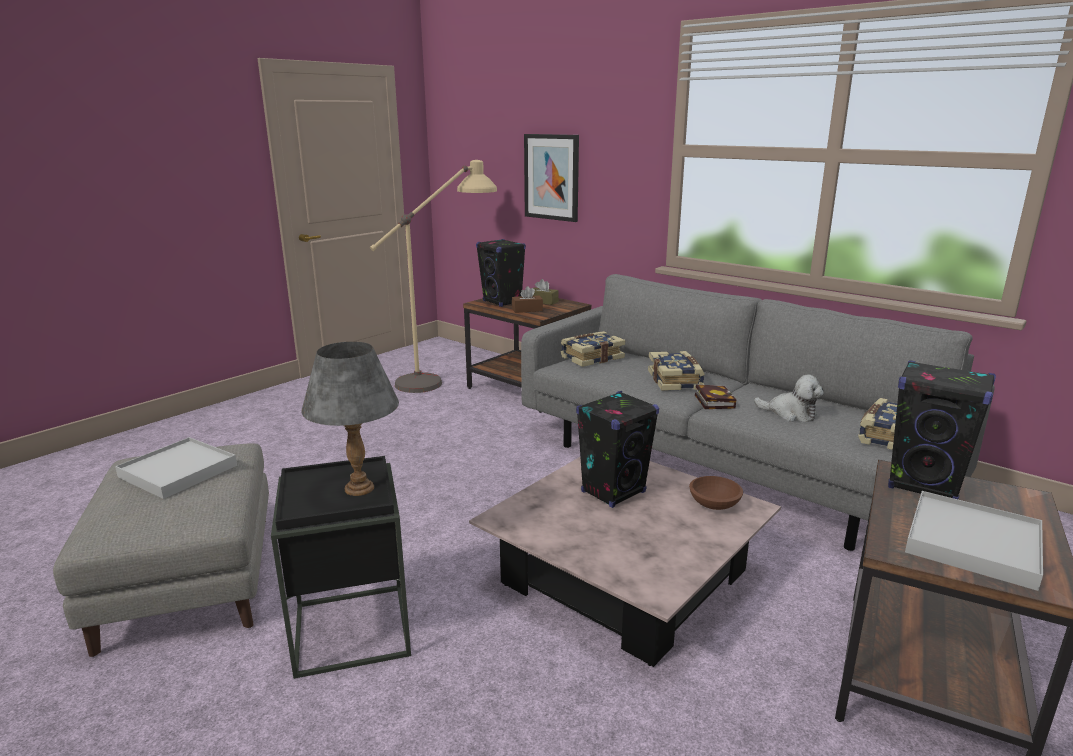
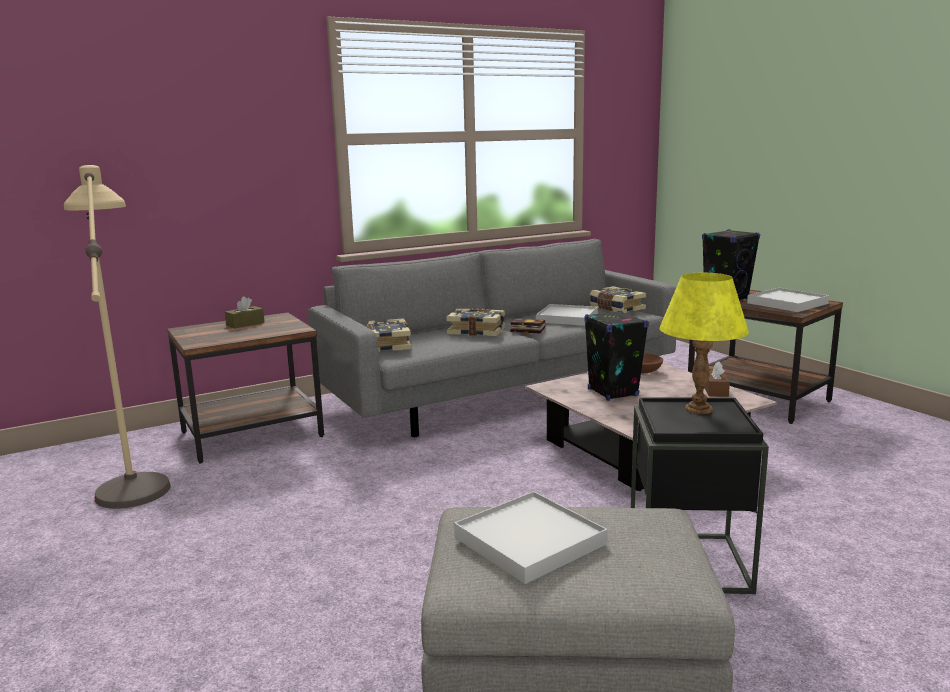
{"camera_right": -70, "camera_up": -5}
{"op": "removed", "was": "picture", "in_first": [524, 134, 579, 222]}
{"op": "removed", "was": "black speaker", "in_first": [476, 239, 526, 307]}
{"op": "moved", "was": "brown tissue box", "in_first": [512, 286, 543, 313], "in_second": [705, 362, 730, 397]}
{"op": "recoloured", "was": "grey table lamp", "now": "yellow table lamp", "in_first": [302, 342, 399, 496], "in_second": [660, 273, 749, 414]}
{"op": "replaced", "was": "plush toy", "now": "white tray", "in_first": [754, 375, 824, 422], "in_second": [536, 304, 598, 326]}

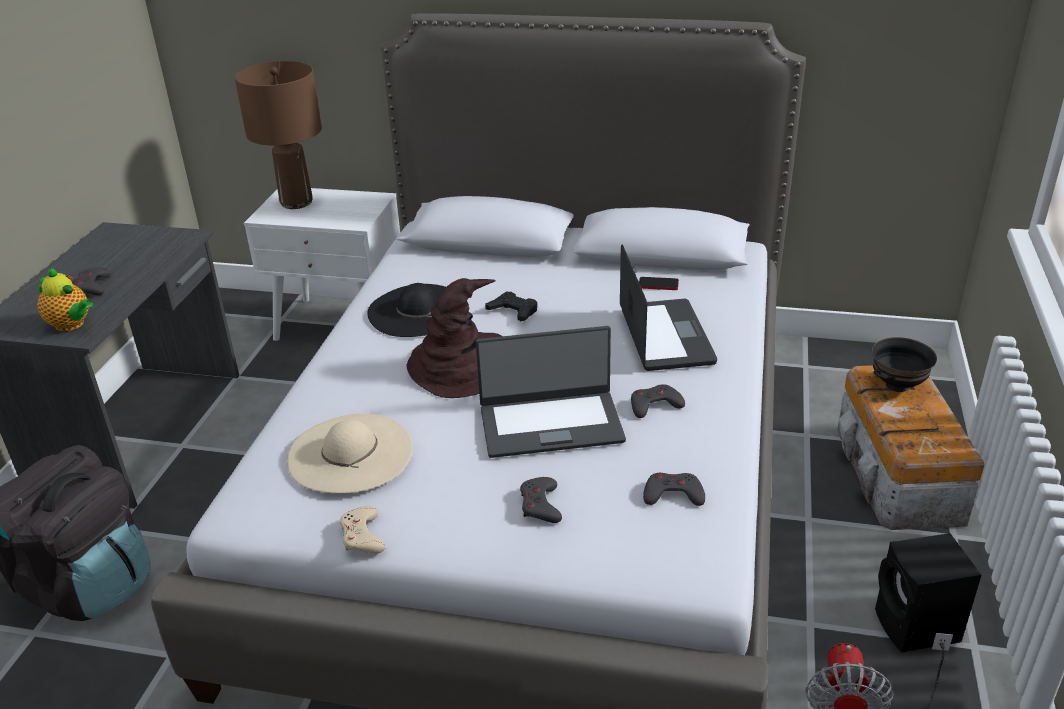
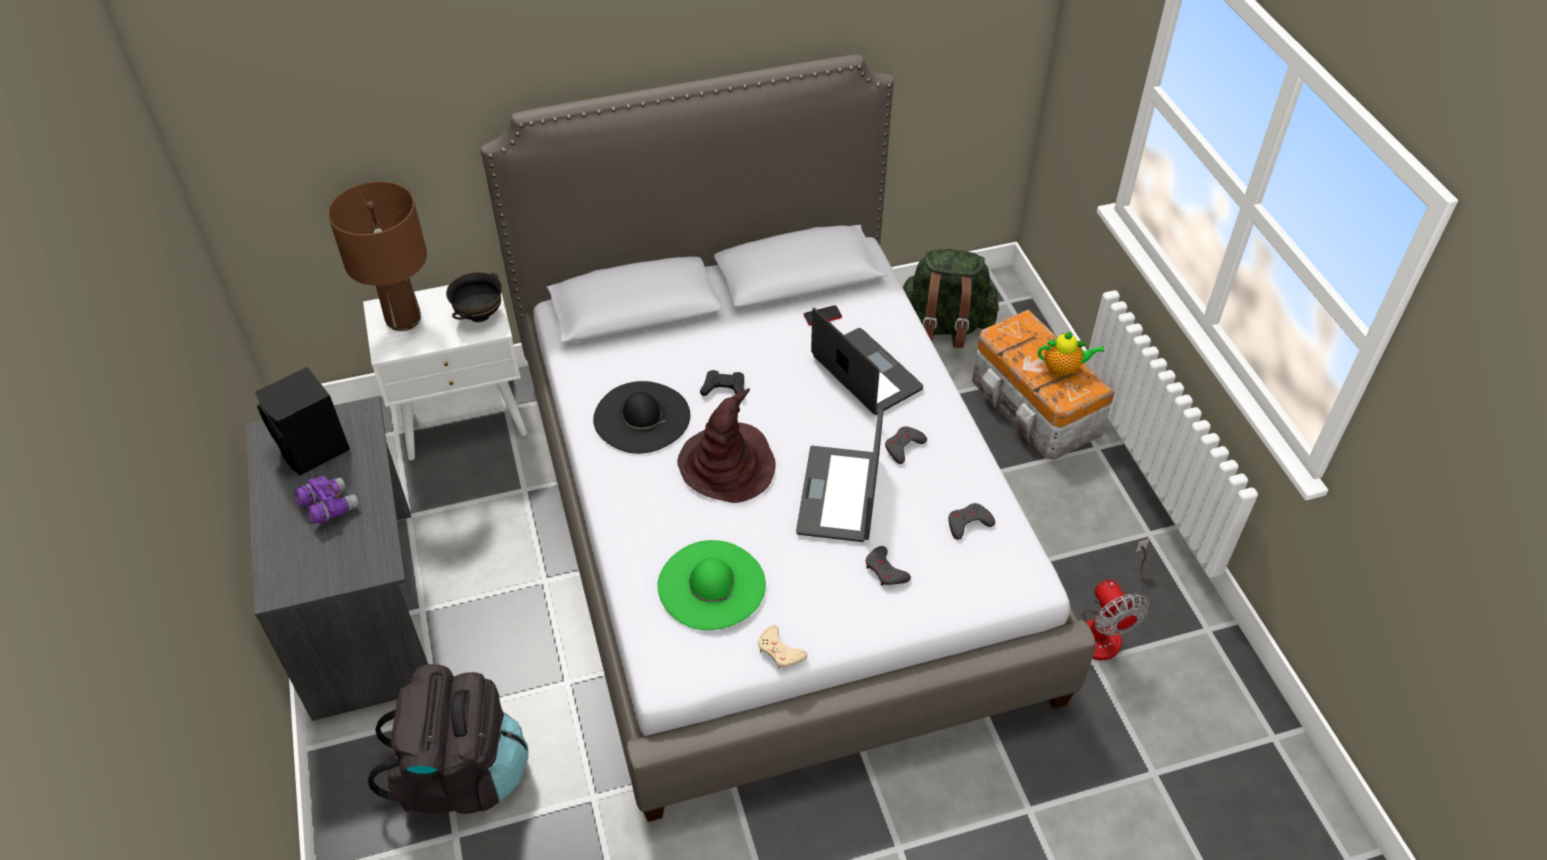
{"camera_right": -30, "camera_up": 15}
{"op": "moved", "was": "teapot", "in_first": [37, 267, 94, 331], "in_second": [1038, 331, 1105, 377]}
{"op": "replaced", "was": "grey game controller", "now": "purple binoculars", "in_first": [74, 267, 111, 295], "in_second": [294, 476, 359, 524]}
{"op": "turned", "was": "laptop", "in_first": [476, 326, 626, 458], "in_second": [796, 409, 883, 542], "clockwise": 135}
{"op": "moved", "was": "black bowl", "in_first": [872, 337, 937, 392], "in_second": [446, 272, 502, 322]}
{"op": "recoloured", "was": "beige hat", "now": "green hat", "in_first": [287, 413, 412, 493], "in_second": [658, 540, 766, 630]}
{"op": "moved", "was": "black speaker", "in_first": [875, 533, 981, 652], "in_second": [255, 367, 350, 476]}
{"op": "added", "now": "green backpack", "in_second": [903, 249, 999, 348]}

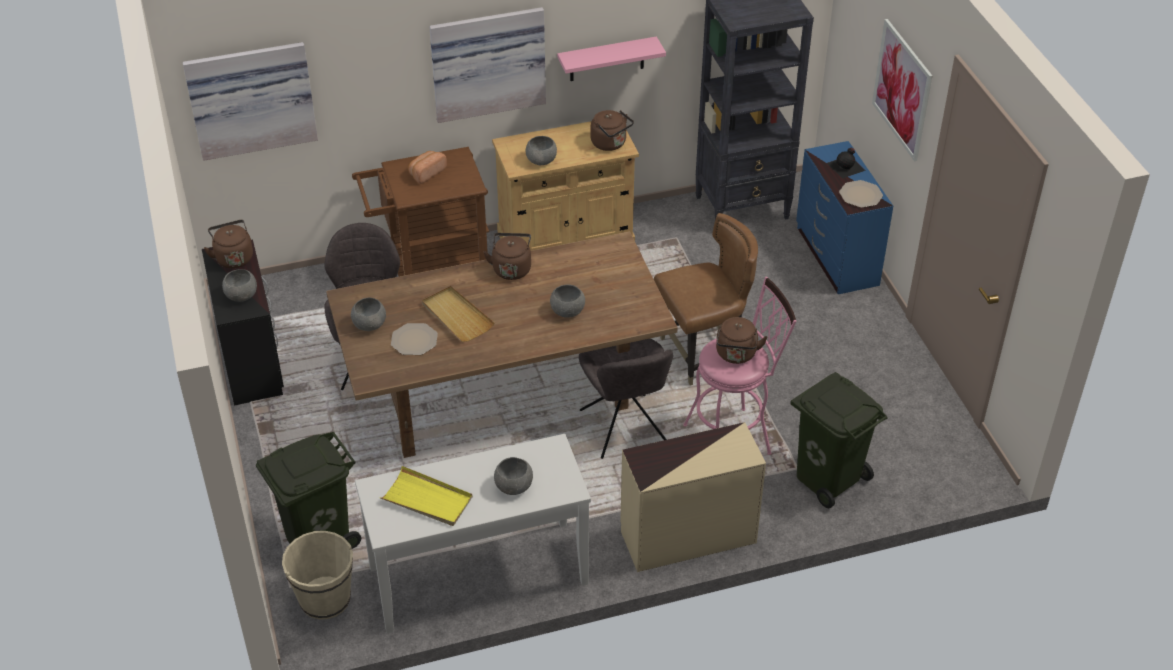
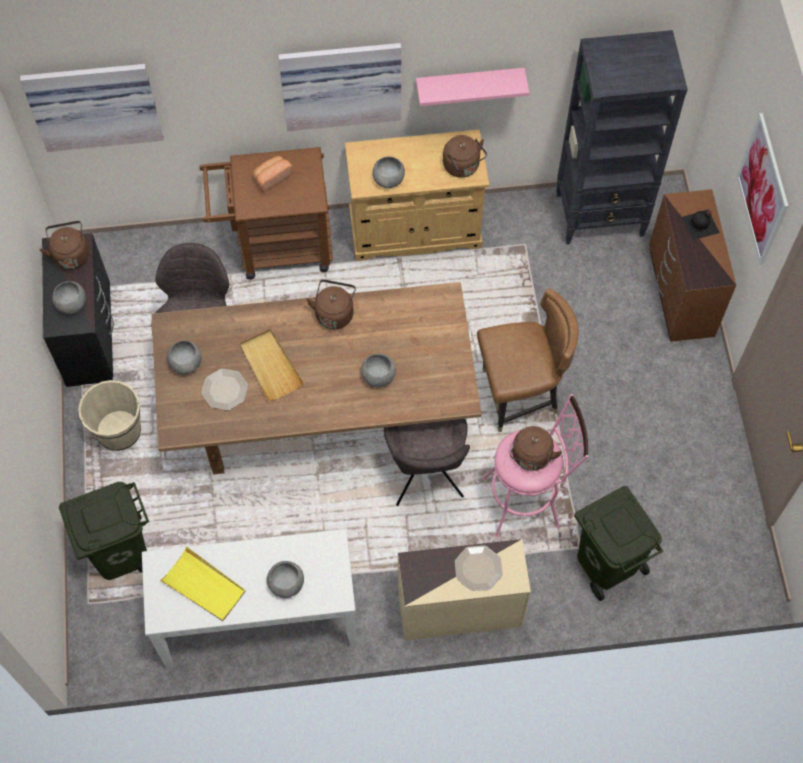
{"camera_right": 10, "camera_up": 20}
{"op": "recoloured", "was": "blue dresser", "now": "brown dresser", "in_first": [796, 141, 893, 294], "in_second": [649, 189, 736, 342]}
{"op": "moved", "was": "plate", "in_first": [839, 180, 883, 208], "in_second": [455, 545, 503, 591]}
{"op": "moved", "was": "beige bucket", "in_first": [282, 531, 353, 620], "in_second": [78, 380, 141, 451]}

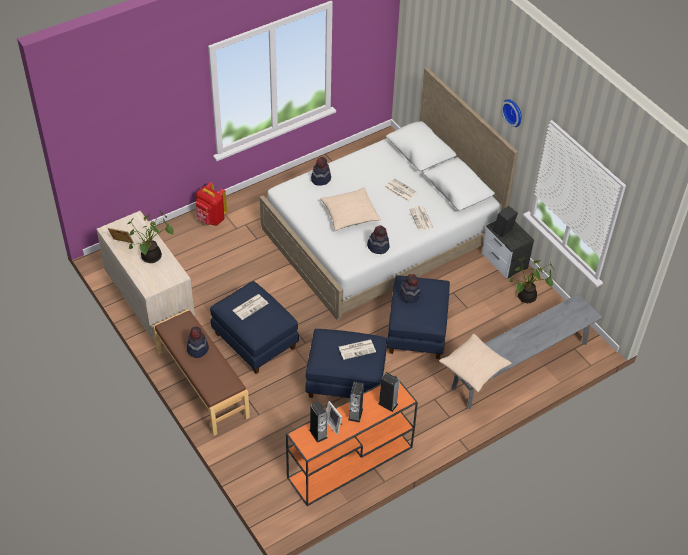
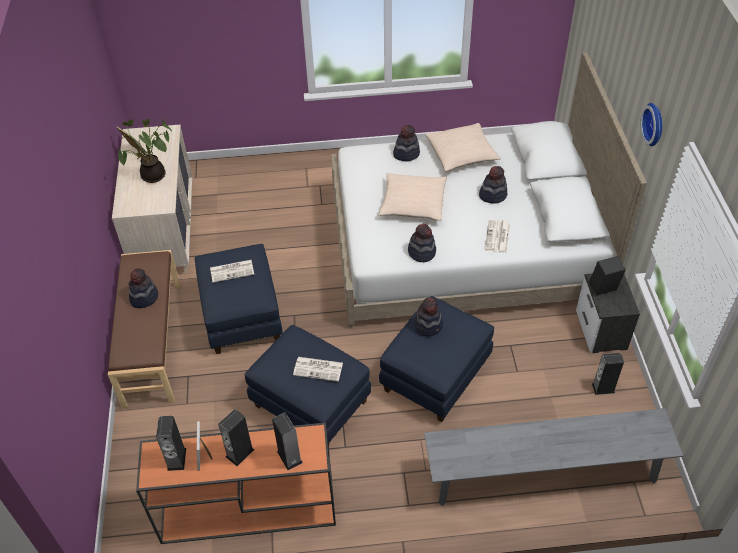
{"camera_right": 30, "camera_up": 0}
{"op": "replaced", "was": "newspaper", "now": "hat", "in_first": [384, 178, 418, 202], "in_second": [479, 166, 507, 204]}
{"op": "removed", "was": "red backpack", "in_first": [196, 182, 227, 226]}
{"op": "replaced", "was": "potted plant", "now": "speaker", "in_first": [509, 257, 554, 303], "in_second": [592, 353, 624, 395]}
{"op": "moved", "was": "beige pillow", "in_first": [439, 334, 512, 392], "in_second": [425, 123, 501, 171]}

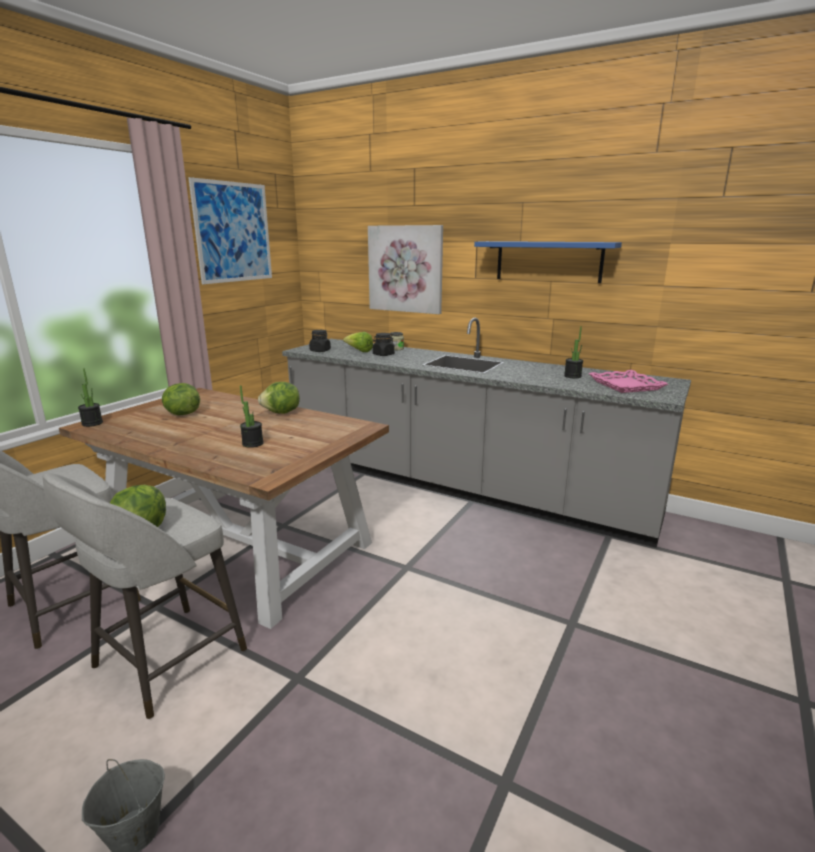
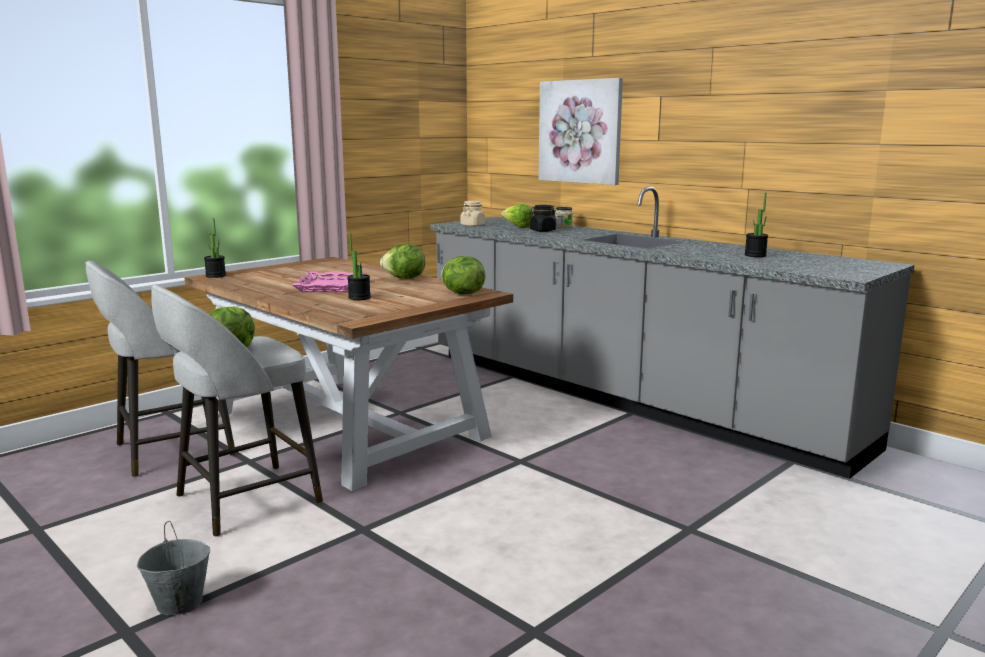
{"camera_right": 15, "camera_up": -5}
{"op": "removed", "was": "picture", "in_first": [188, 177, 272, 284]}
{"op": "removed", "was": "blue shelf", "in_first": [474, 241, 622, 283]}
{"op": "recoloured", "was": "black jar", "now": "beige jar", "in_first": [309, 330, 331, 352], "in_second": [460, 201, 485, 226]}
{"op": "moved", "was": "pink tray", "in_first": [588, 370, 668, 393], "in_second": [292, 271, 365, 292]}
{"op": "moved", "was": "lettuce", "in_first": [162, 383, 200, 415], "in_second": [441, 256, 486, 294]}

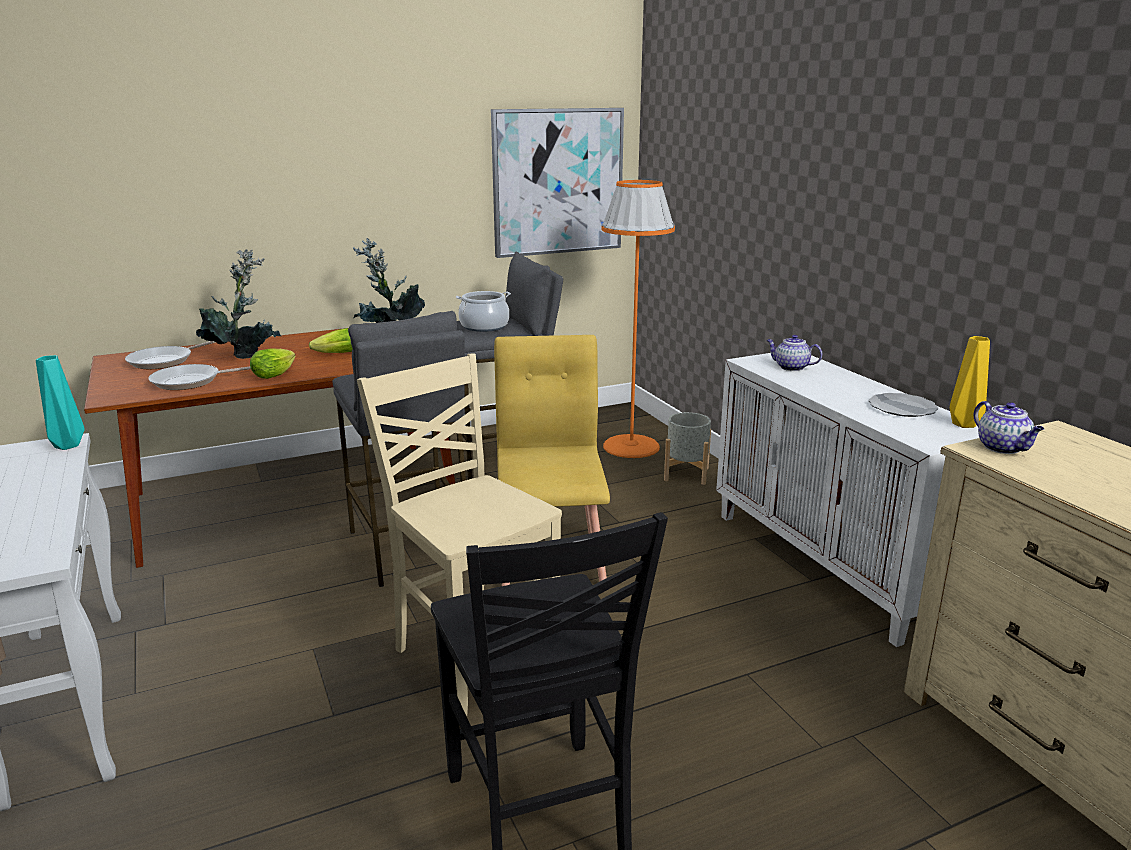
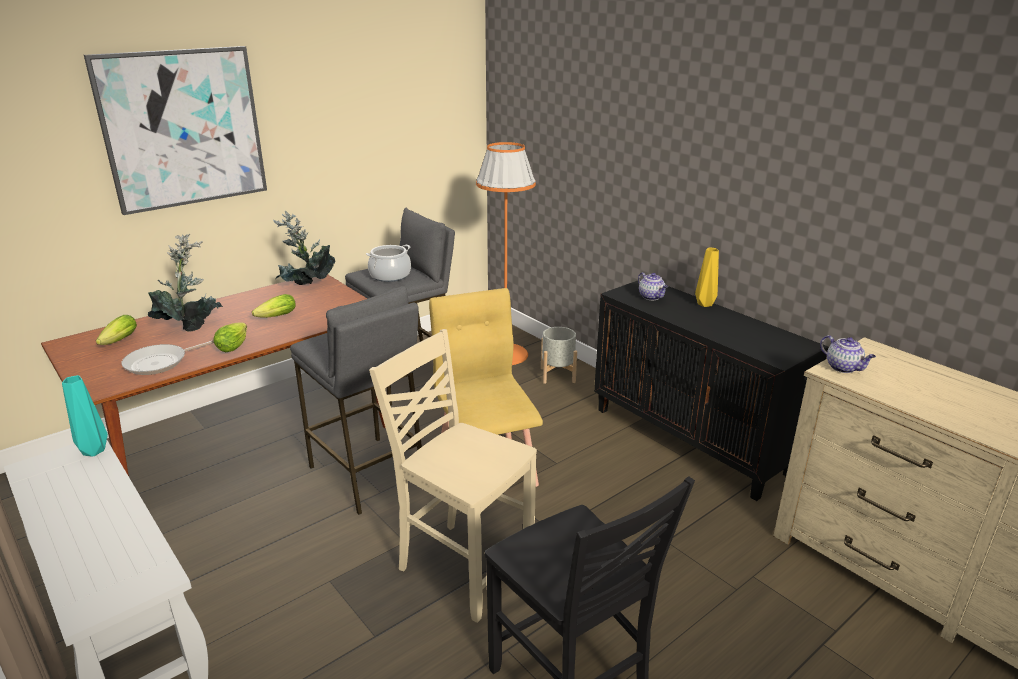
{"camera_right": -15, "camera_up": 5}
{"op": "moved", "was": "picture", "in_first": [491, 108, 624, 258], "in_second": [84, 46, 267, 215]}
{"op": "turned", "was": "teapot", "in_first": [766, 335, 822, 371], "in_second": [638, 272, 668, 300], "clockwise": -135}
{"op": "moved", "was": "yellow vase", "in_first": [950, 336, 990, 428], "in_second": [695, 247, 719, 307]}
{"op": "replaced", "was": "frying pan", "now": "lettuce", "in_first": [125, 341, 214, 369], "in_second": [96, 315, 137, 345]}
{"op": "recoloured", "was": "white cabinet", "now": "black cabinet", "in_first": [716, 353, 979, 647], "in_second": [594, 279, 828, 501]}
{"op": "removed", "was": "plate", "in_first": [868, 393, 938, 417]}

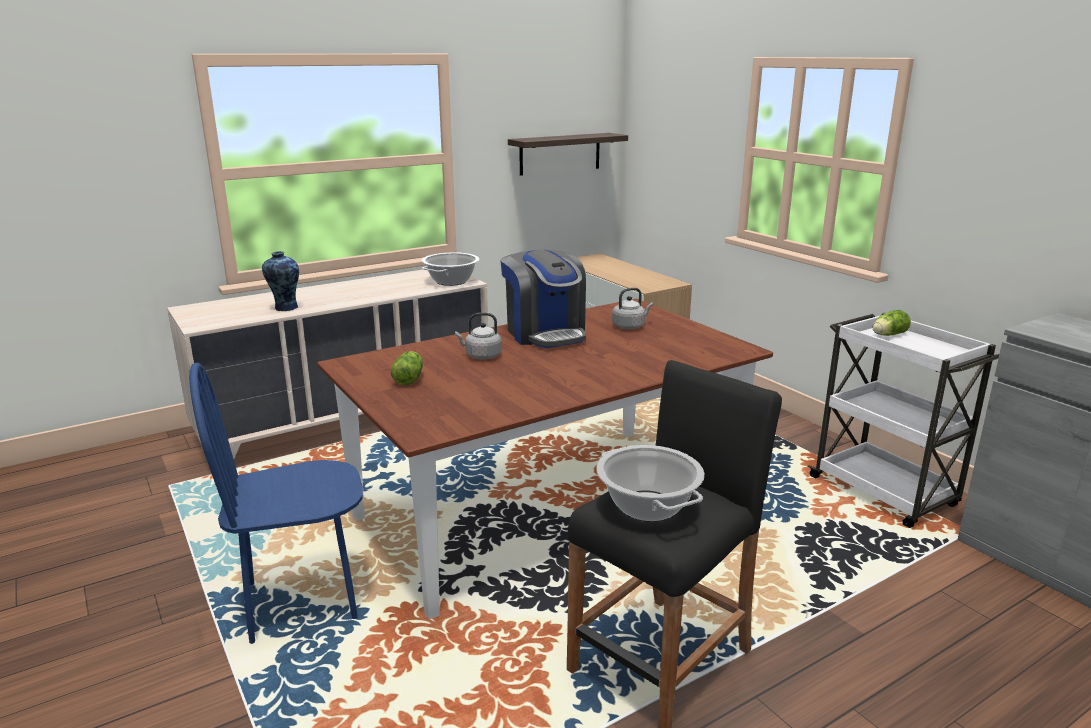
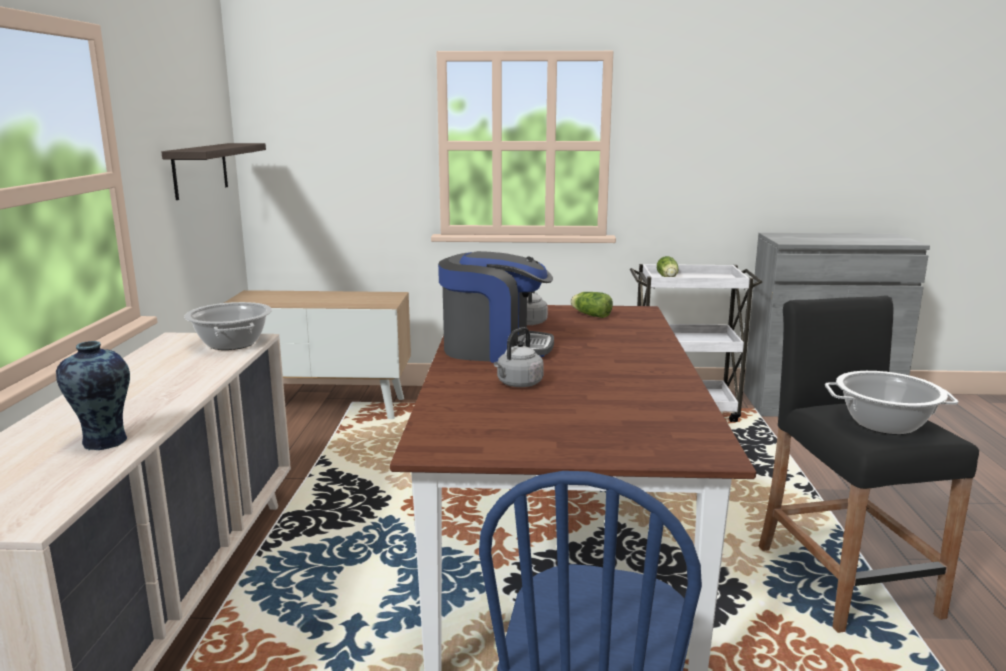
{"camera_right": -55, "camera_up": -5}
{"op": "moved", "was": "lettuce", "in_first": [391, 351, 423, 385], "in_second": [571, 292, 613, 318]}

